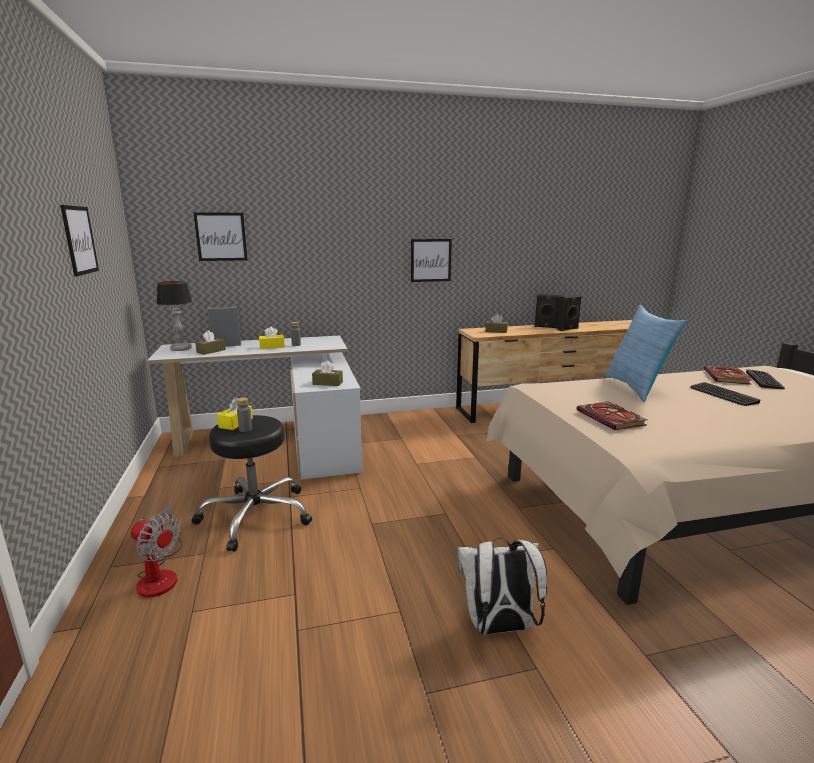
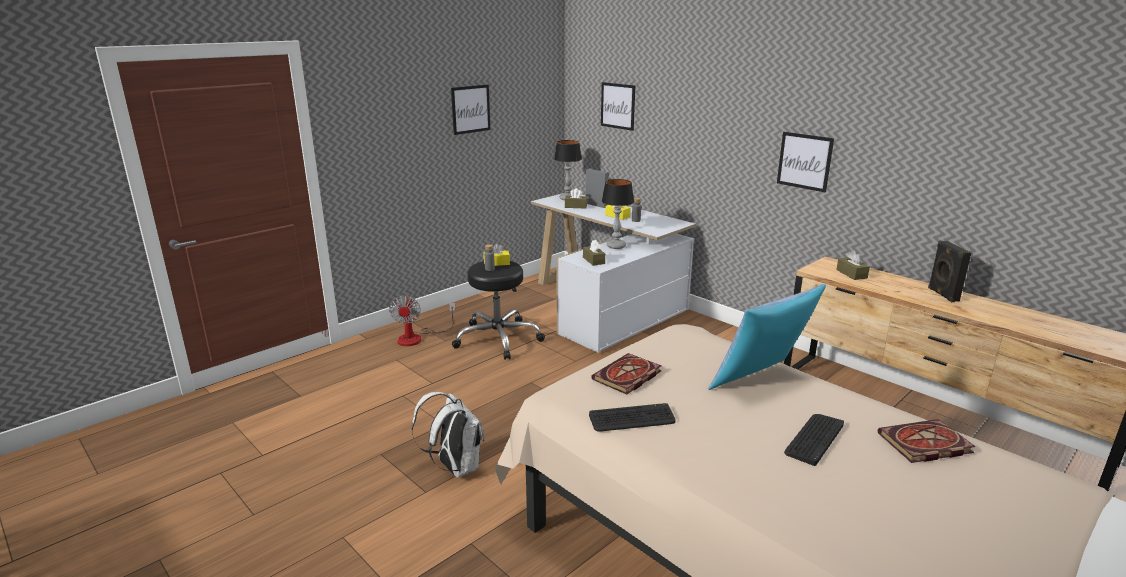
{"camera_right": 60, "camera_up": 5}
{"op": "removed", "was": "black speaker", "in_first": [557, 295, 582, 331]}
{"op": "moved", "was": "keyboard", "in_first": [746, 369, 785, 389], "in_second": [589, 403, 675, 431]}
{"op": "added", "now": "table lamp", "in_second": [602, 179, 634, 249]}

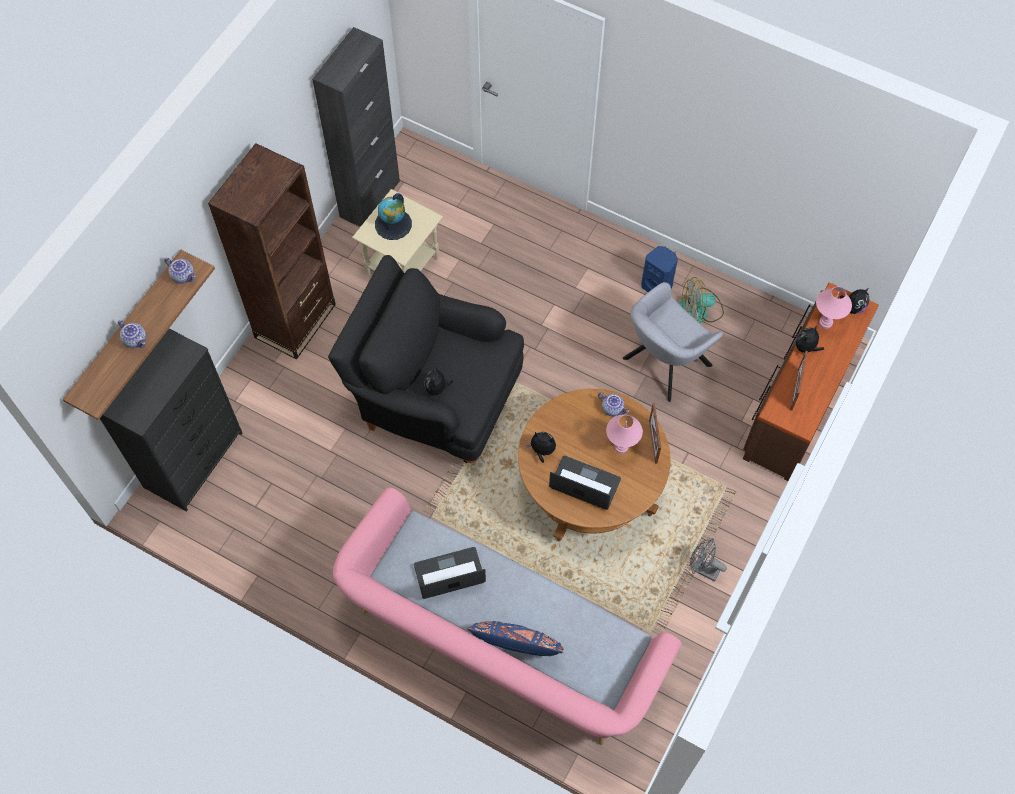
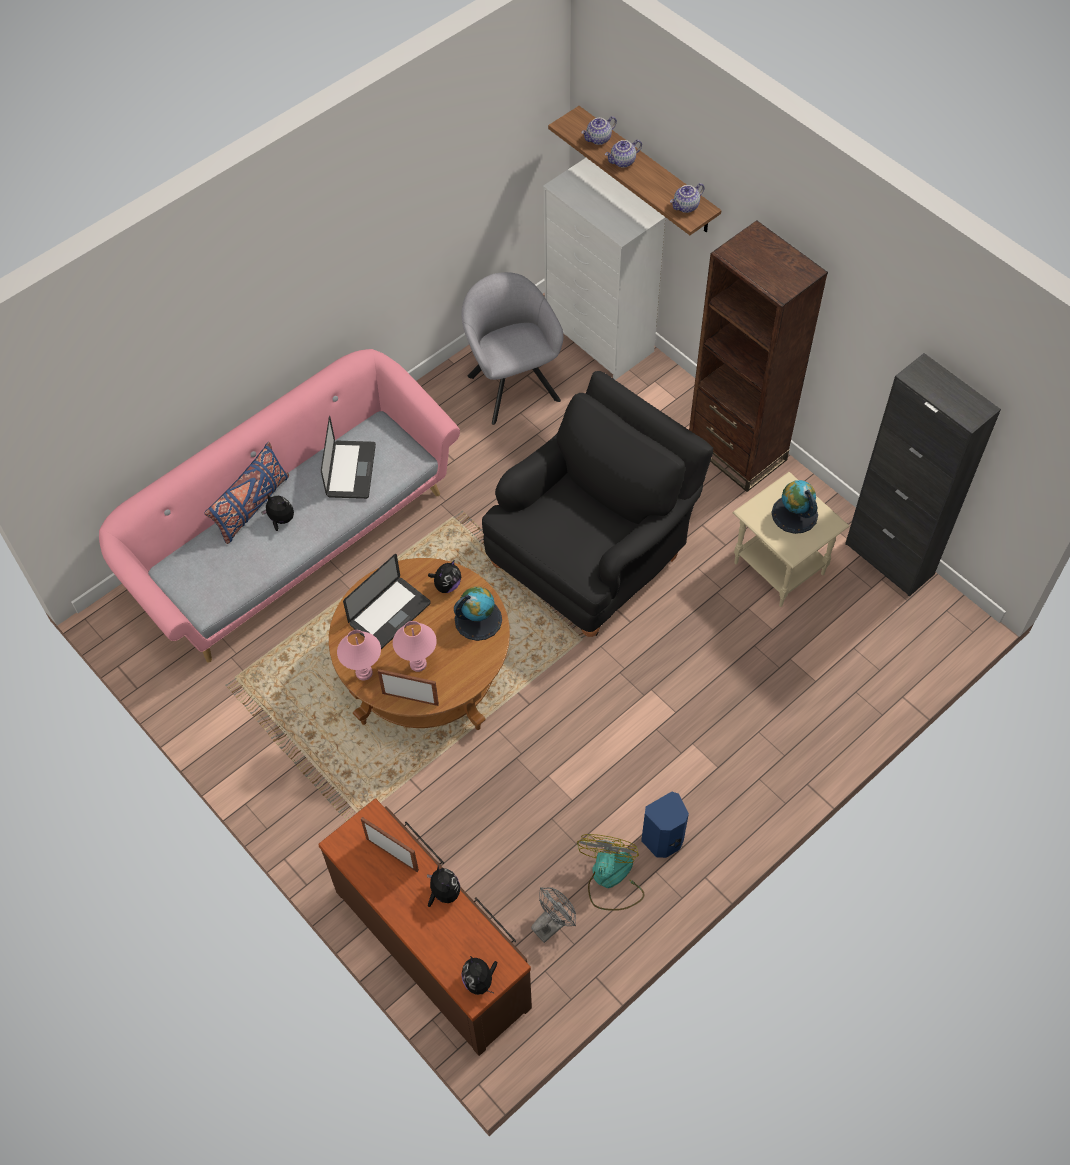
{"camera_right": 110, "camera_up": -5}
{"op": "moved", "was": "grey armchair", "in_first": [623, 282, 723, 402], "in_second": [461, 272, 564, 425]}
{"op": "moved", "was": "pink table lamp", "in_first": [816, 286, 852, 329], "in_second": [337, 630, 381, 680]}
{"op": "recoloured", "was": "black dresser", "now": "white dresser", "in_first": [100, 329, 243, 512], "in_second": [543, 158, 666, 380]}
{"op": "moved", "was": "plush toy", "in_first": [425, 367, 453, 397], "in_second": [261, 493, 294, 531]}
{"op": "moved", "was": "teapot", "in_first": [598, 392, 629, 416], "in_second": [581, 116, 617, 145]}
{"op": "moved", "was": "grey fan", "in_first": [690, 538, 727, 582], "in_second": [531, 887, 576, 943]}
{"op": "added", "now": "globe", "in_second": [454, 587, 502, 641]}

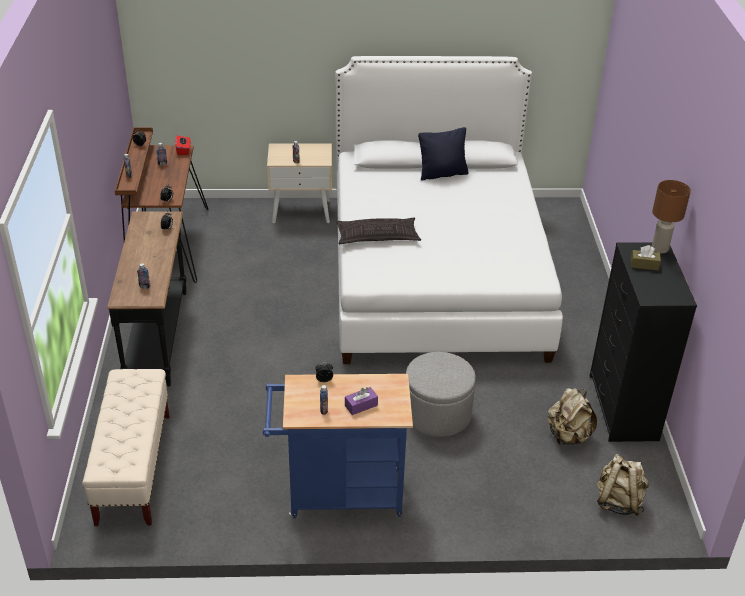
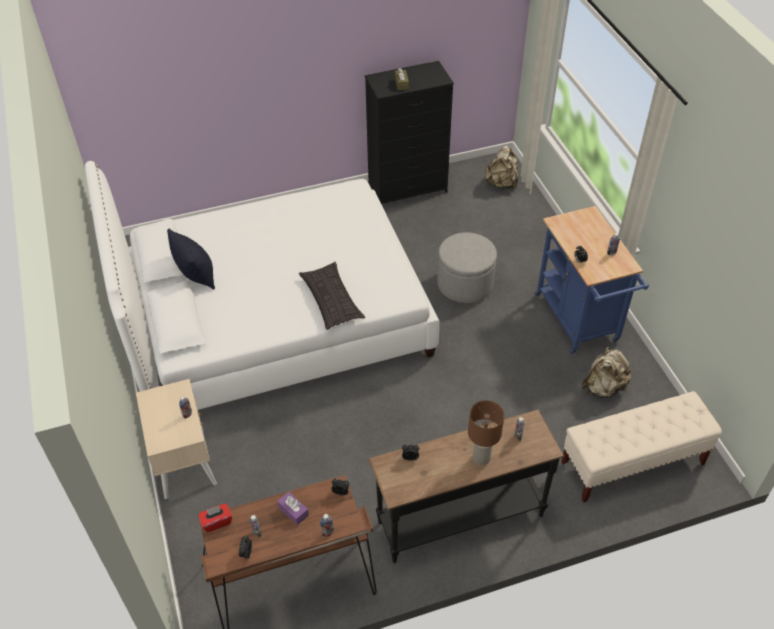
{"camera_right": -105, "camera_up": 10}
{"op": "moved", "was": "brown table lamp", "in_first": [652, 180, 691, 253], "in_second": [468, 400, 504, 465]}
{"op": "moved", "was": "purple tissue box", "in_first": [345, 387, 378, 415], "in_second": [277, 492, 309, 525]}
{"op": "moved", "was": "beige backpack", "in_first": [548, 388, 597, 445], "in_second": [582, 347, 631, 398]}

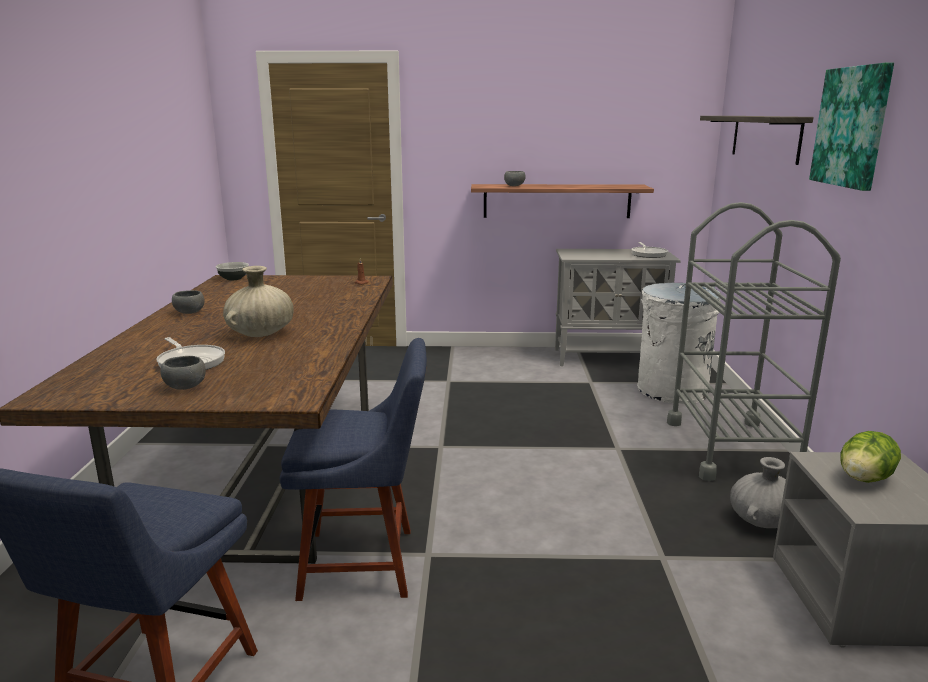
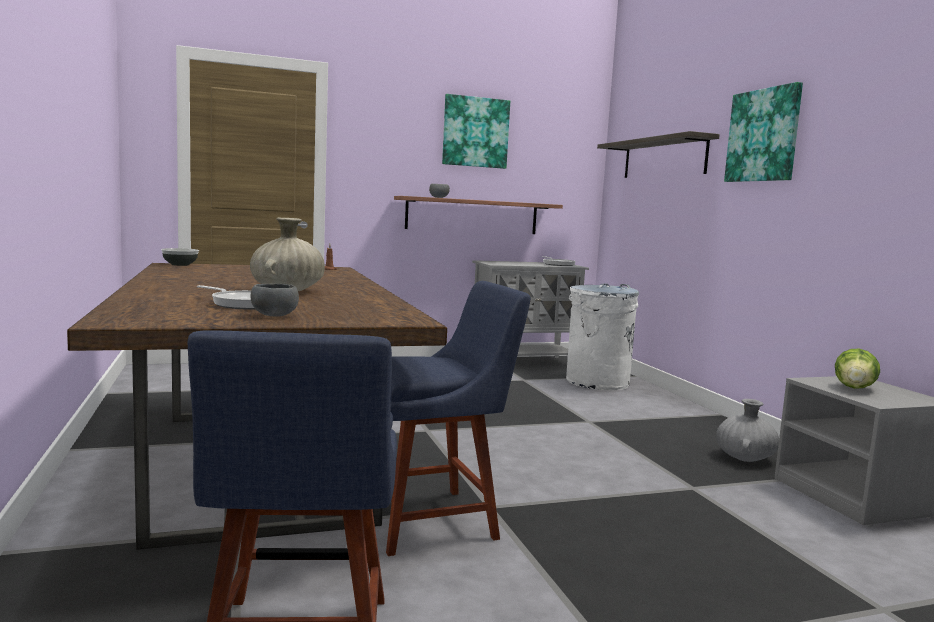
{"camera_right": -20, "camera_up": -10}
{"op": "removed", "was": "grey cart", "in_first": [667, 202, 841, 481]}
{"op": "removed", "was": "grey bowl", "in_first": [172, 290, 204, 314]}
{"op": "added", "now": "picture", "in_second": [442, 94, 510, 169]}

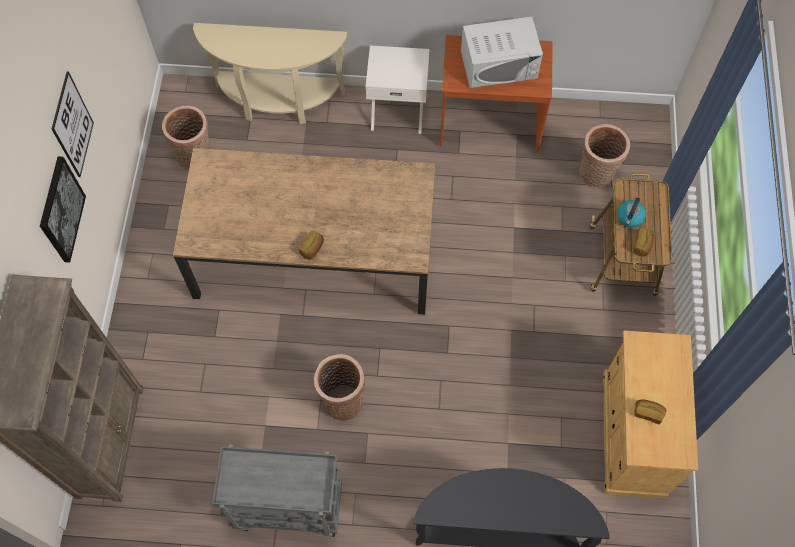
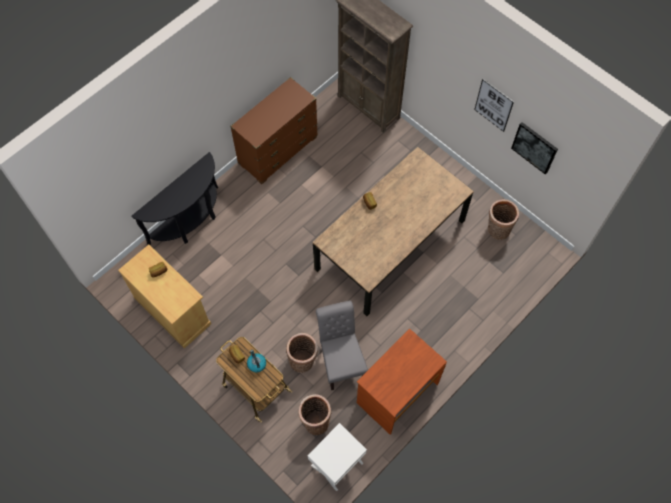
{"camera_right": 130, "camera_up": 0}
{"op": "removed", "was": "white microwave", "in_first": [461, 17, 543, 88]}
{"op": "removed", "was": "beige console table", "in_first": [193, 23, 347, 124]}
{"op": "moved", "was": "white nightstand", "in_first": [366, 45, 429, 134], "in_second": [307, 423, 367, 491]}
{"op": "moved", "was": "picture", "in_first": [40, 156, 86, 263], "in_second": [511, 122, 558, 175]}
{"op": "moved", "was": "basket", "in_first": [313, 354, 365, 421], "in_second": [286, 333, 318, 373]}
{"op": "replaced", "was": "grey cart", "now": "brown dresser", "in_first": [212, 444, 342, 537], "in_second": [230, 77, 318, 184]}
{"op": "added", "now": "grey chair", "in_second": [316, 301, 368, 390]}

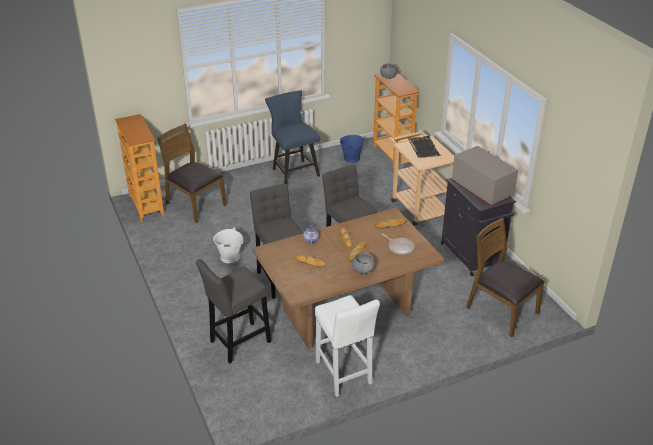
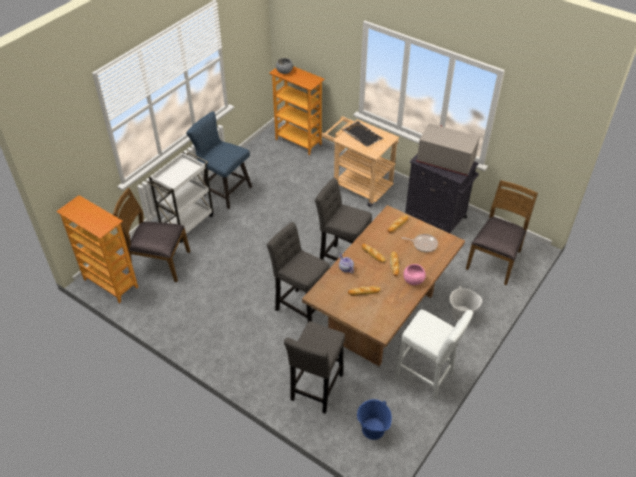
{"camera_right": -30, "camera_up": 10}
{"op": "moved", "was": "blue bucket", "in_first": [340, 135, 364, 163], "in_second": [357, 399, 392, 440]}
{"op": "turned", "was": "brown chair", "in_first": [466, 218, 544, 337], "in_second": [466, 180, 538, 285], "clockwise": 105}
{"op": "moved", "was": "white bucket", "in_first": [213, 228, 243, 263], "in_second": [450, 286, 482, 322]}
{"op": "recoloured", "was": "grey bowl", "now": "pink bowl", "in_first": [352, 252, 375, 274], "in_second": [403, 264, 426, 285]}
{"op": "added", "now": "white cart", "in_second": [147, 152, 214, 243]}

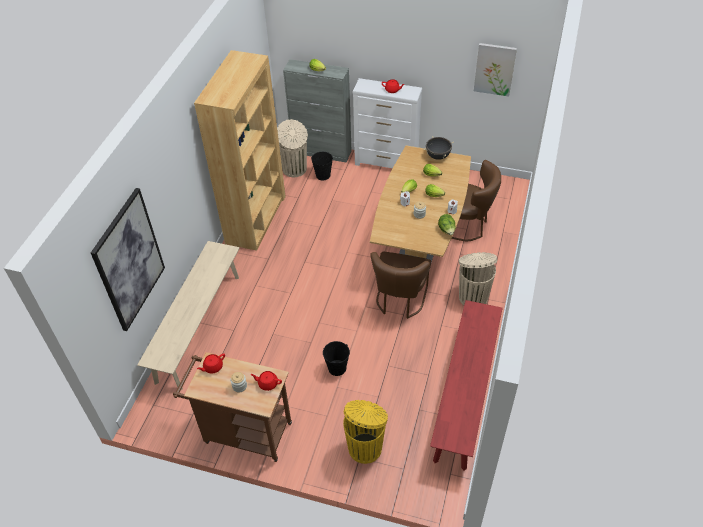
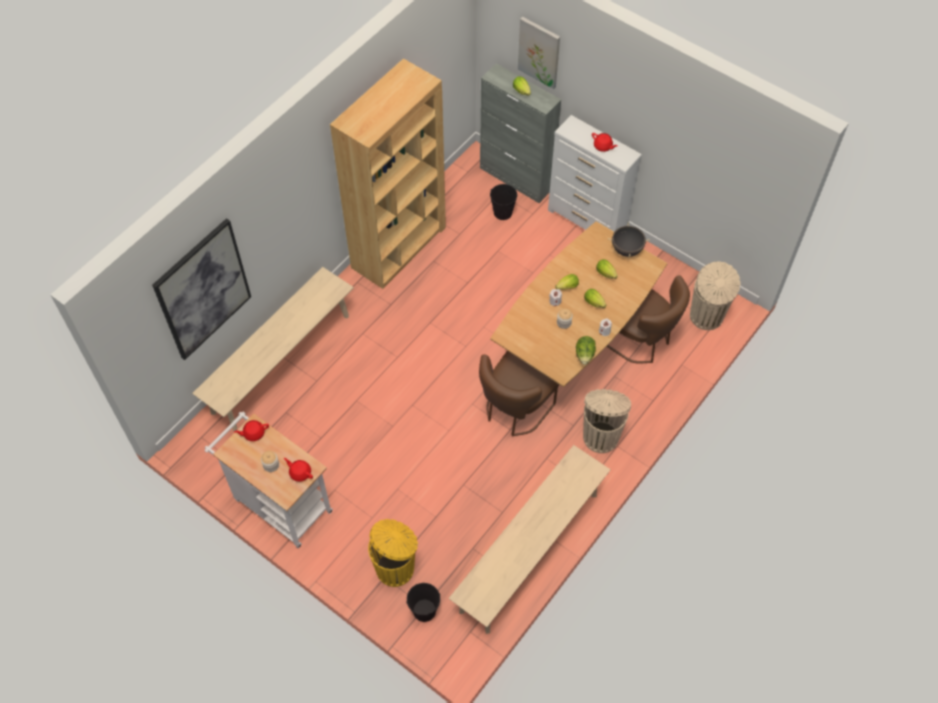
{"camera_right": 20, "camera_up": 10}
{"op": "moved", "was": "picture", "in_first": [474, 43, 517, 96], "in_second": [518, 17, 560, 89]}
{"op": "moved", "was": "beige trash can", "in_first": [277, 119, 308, 177], "in_second": [690, 261, 740, 330]}
{"op": "recoloured", "was": "red bench", "now": "beige bench", "in_first": [430, 300, 503, 470], "in_second": [449, 445, 611, 634]}
{"op": "moved", "was": "black bucket", "in_first": [323, 341, 350, 376], "in_second": [406, 583, 440, 622]}
{"op": "recoloured", "was": "brown cart", "now": "white cart", "in_first": [173, 352, 292, 462], "in_second": [204, 412, 333, 548]}

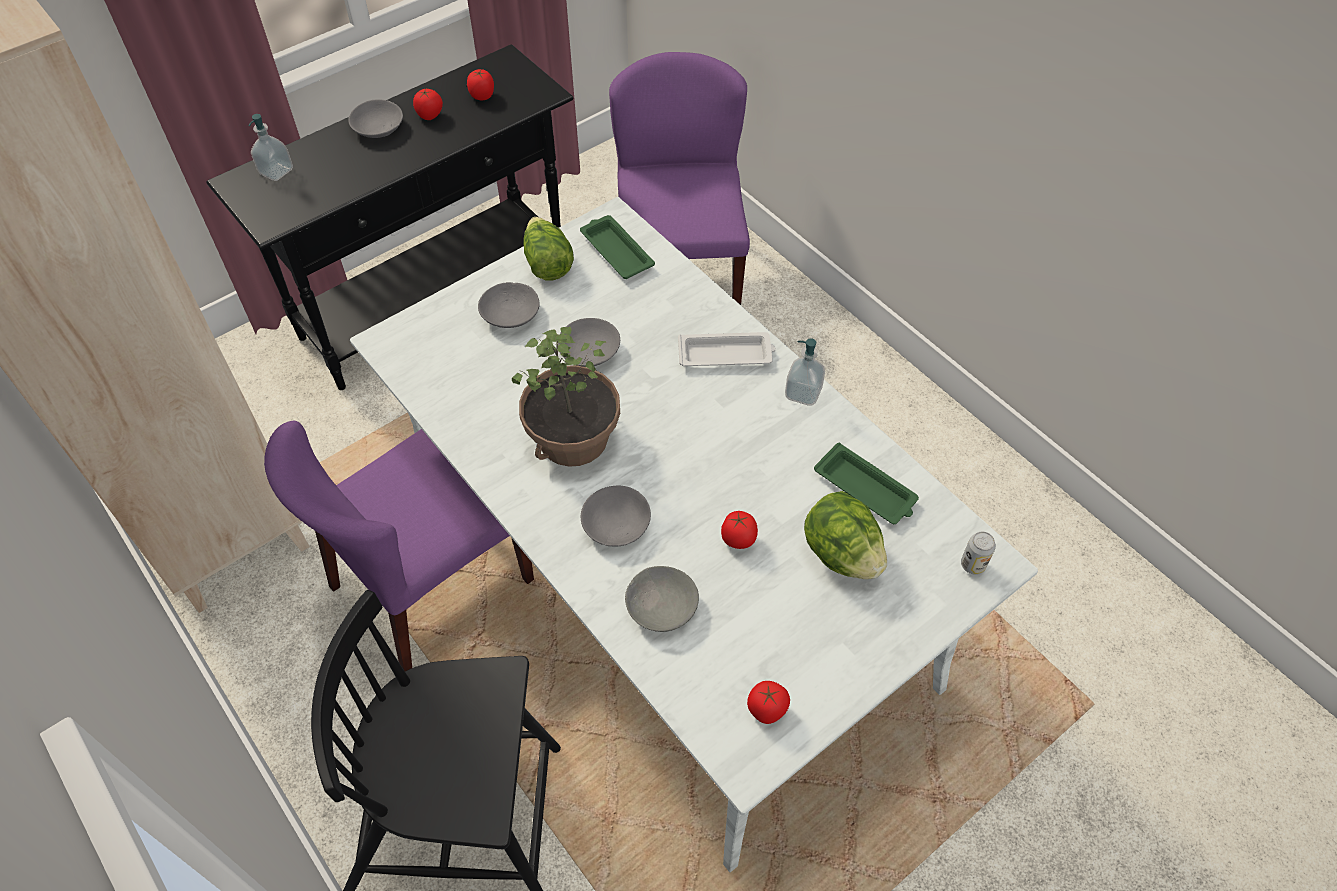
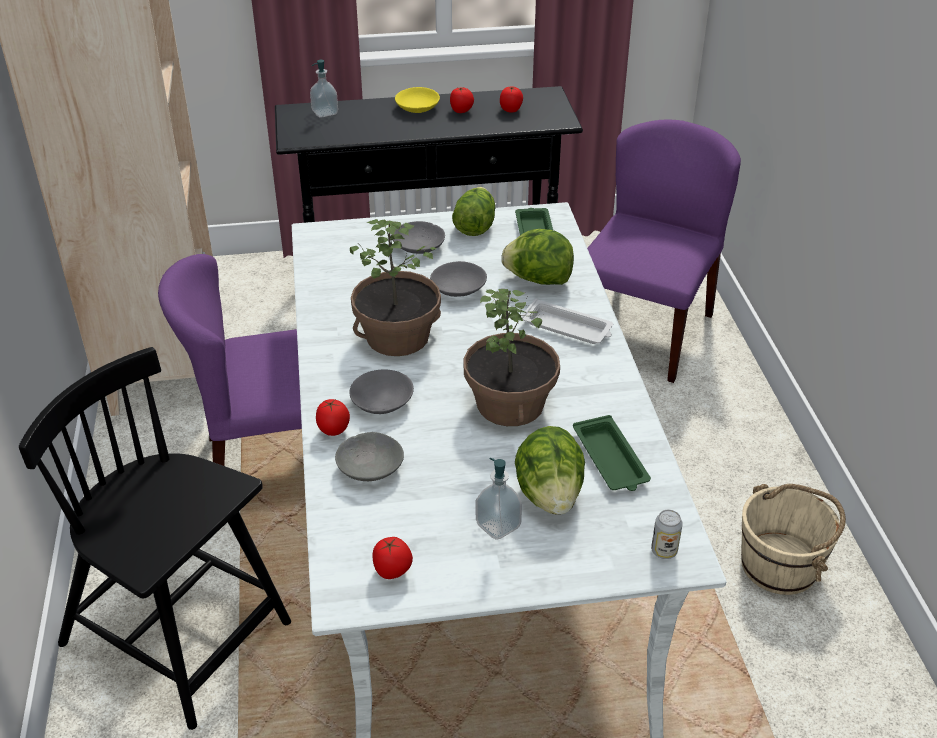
{"camera_right": 30, "camera_up": -15}
{"op": "recoloured", "was": "grey bowl", "now": "yellow bowl", "in_first": [348, 99, 403, 138], "in_second": [395, 87, 440, 113]}
{"op": "moved", "was": "soap dispenser", "in_first": [785, 338, 825, 406], "in_second": [476, 458, 522, 540]}
{"op": "moved", "was": "tomato", "in_first": [721, 511, 758, 549], "in_second": [316, 399, 350, 436]}
{"op": "added", "now": "lettuce", "in_second": [501, 229, 574, 285]}
{"op": "added", "now": "potted plant", "in_second": [463, 289, 560, 426]}
{"op": "added", "now": "beige bucket", "in_second": [741, 484, 846, 595]}

